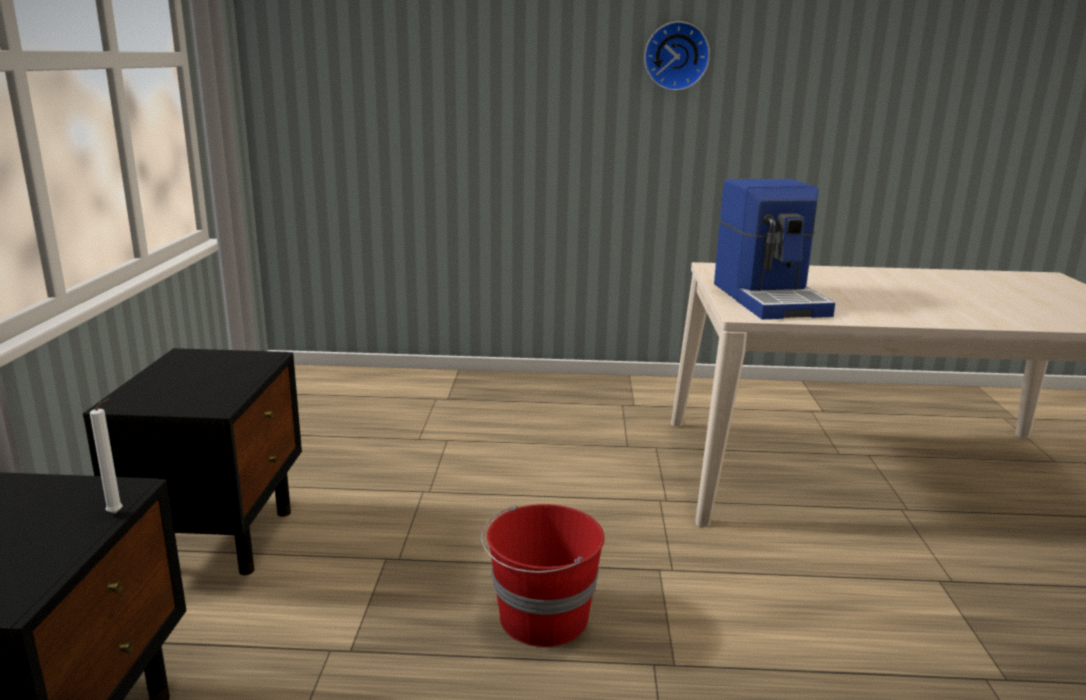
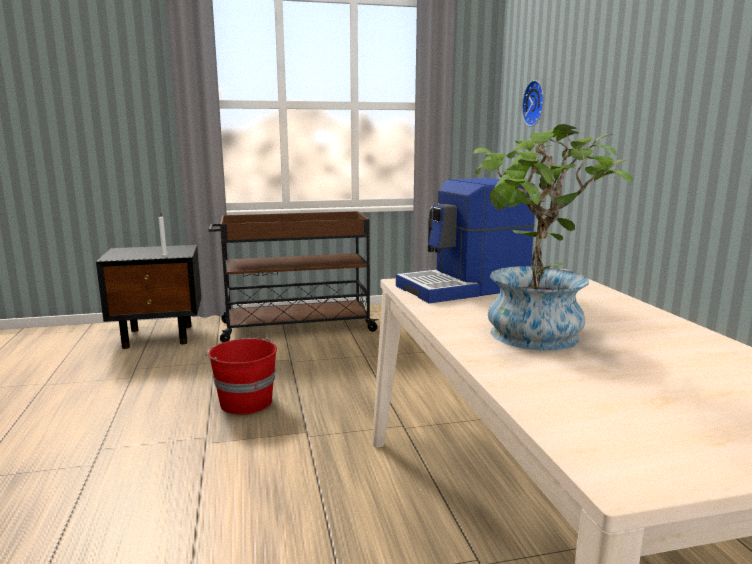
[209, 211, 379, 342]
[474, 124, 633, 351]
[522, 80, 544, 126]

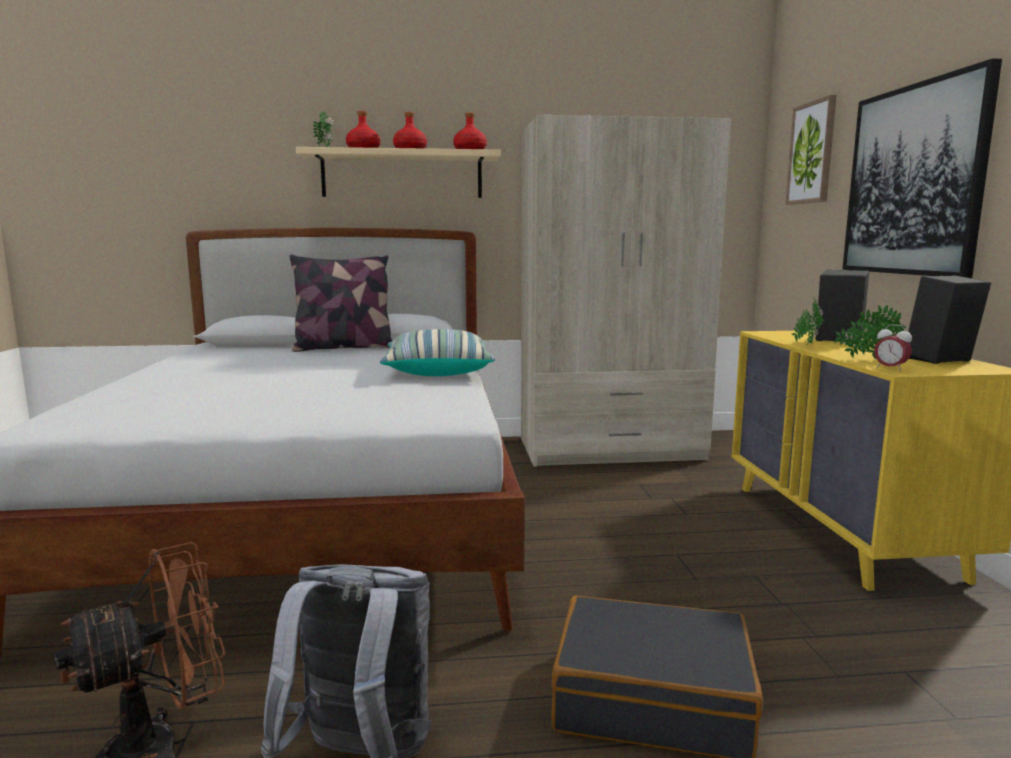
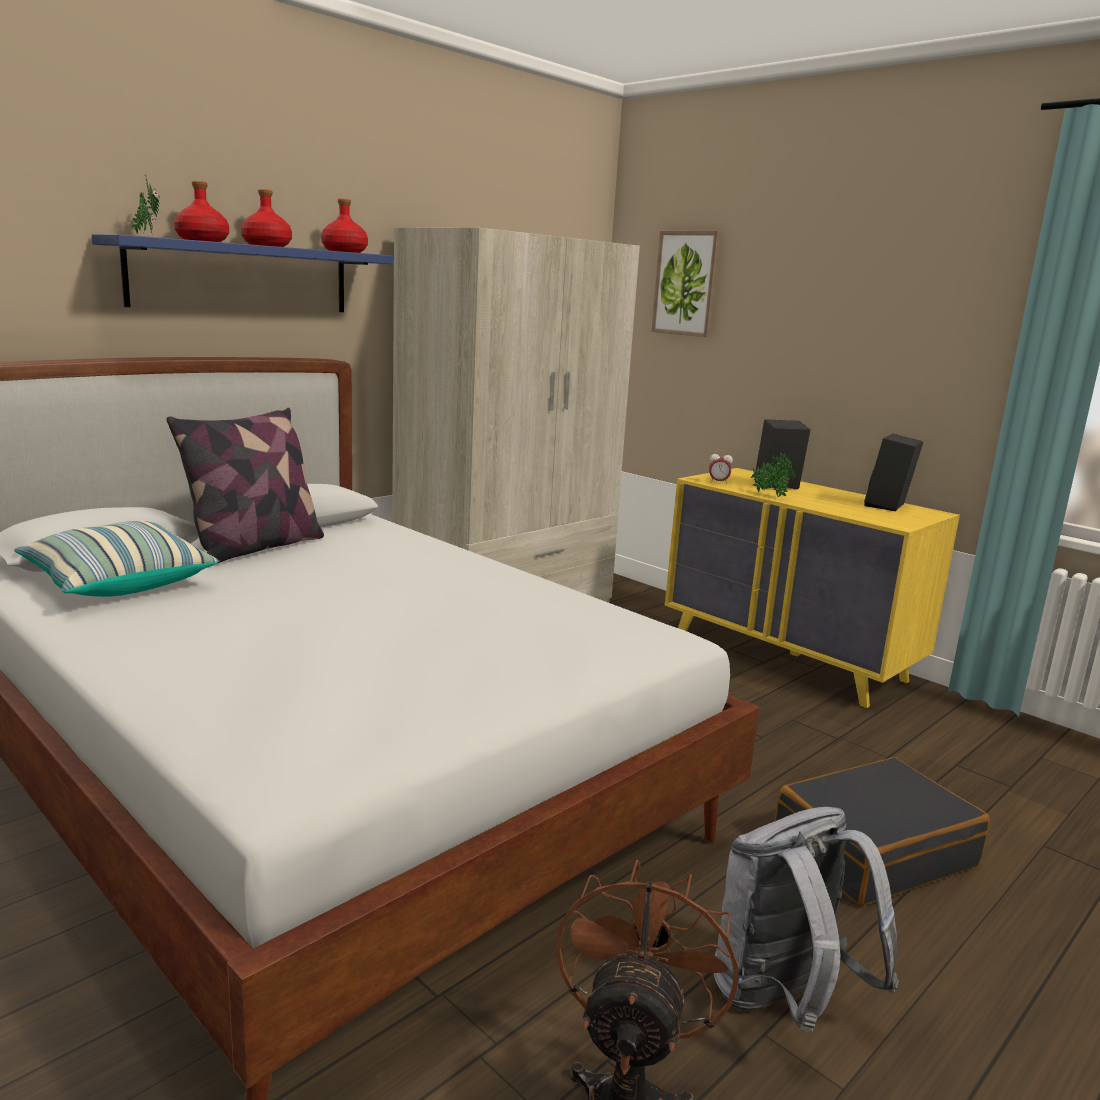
[14, 521, 218, 597]
[92, 234, 393, 312]
[709, 450, 733, 483]
[834, 305, 906, 359] (first image)
[842, 58, 1002, 278] (first image)

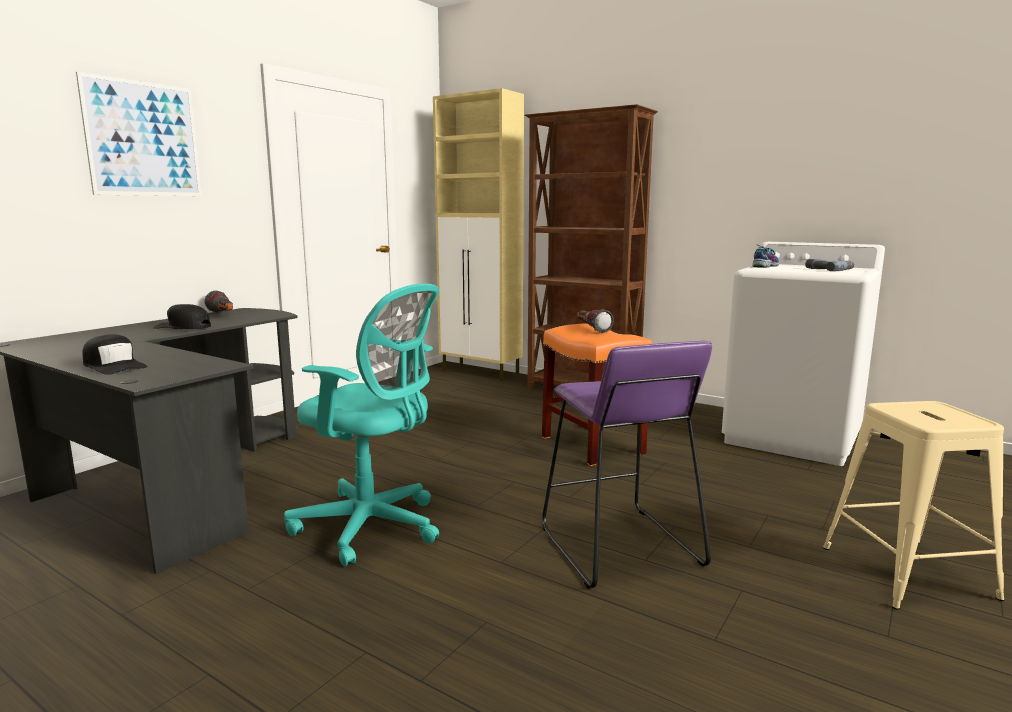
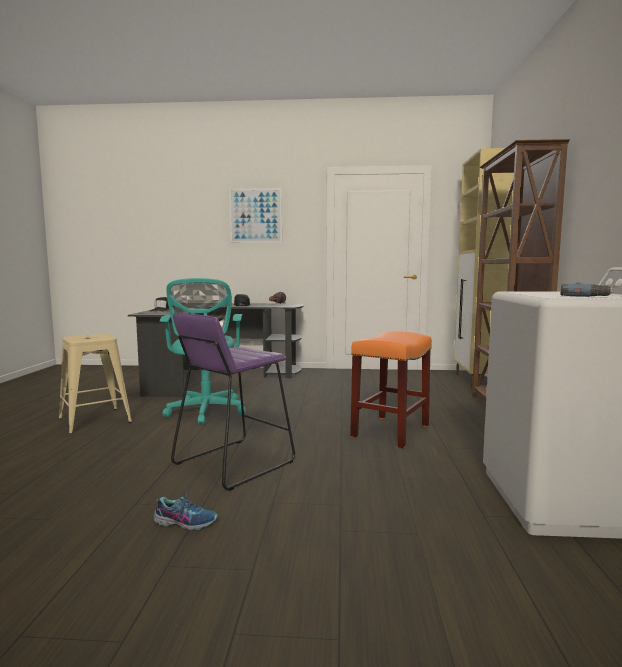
[59, 334, 132, 434]
[154, 490, 218, 531]
[577, 309, 614, 333] (first image)

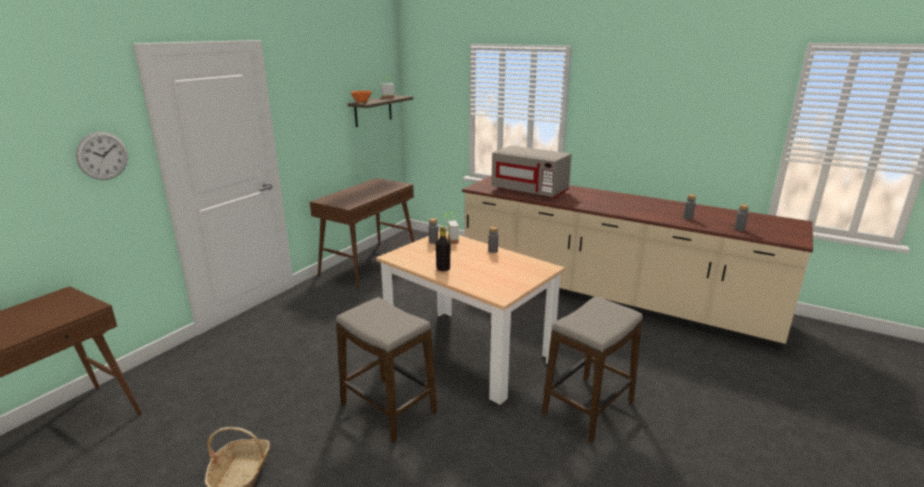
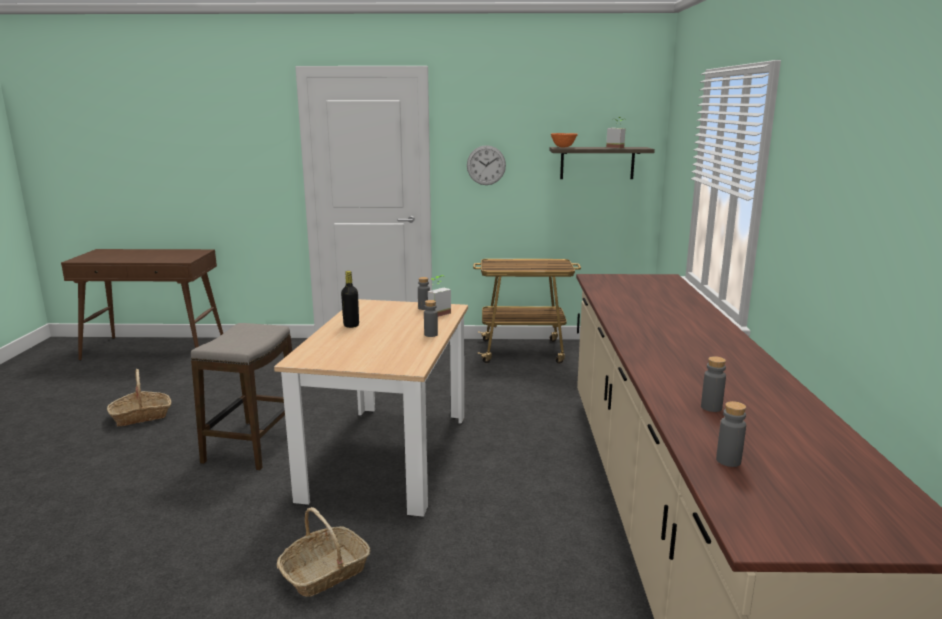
[277, 507, 370, 597]
[467, 145, 506, 185]
[473, 259, 581, 364]
[491, 146, 572, 199] (first image)

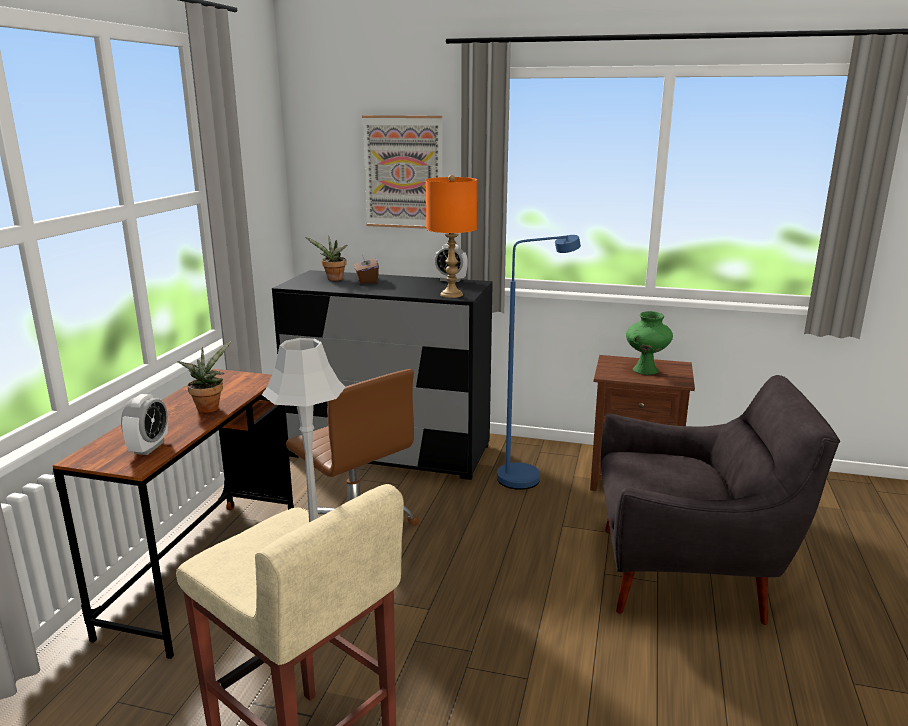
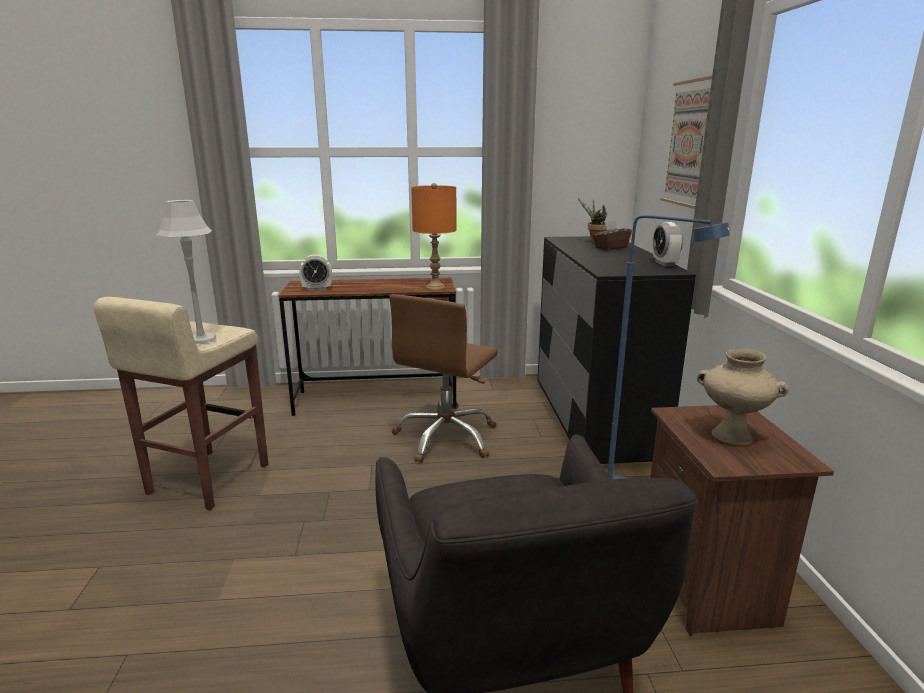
[411, 183, 456, 290]
[697, 349, 789, 445]
[177, 341, 231, 413] (first image)

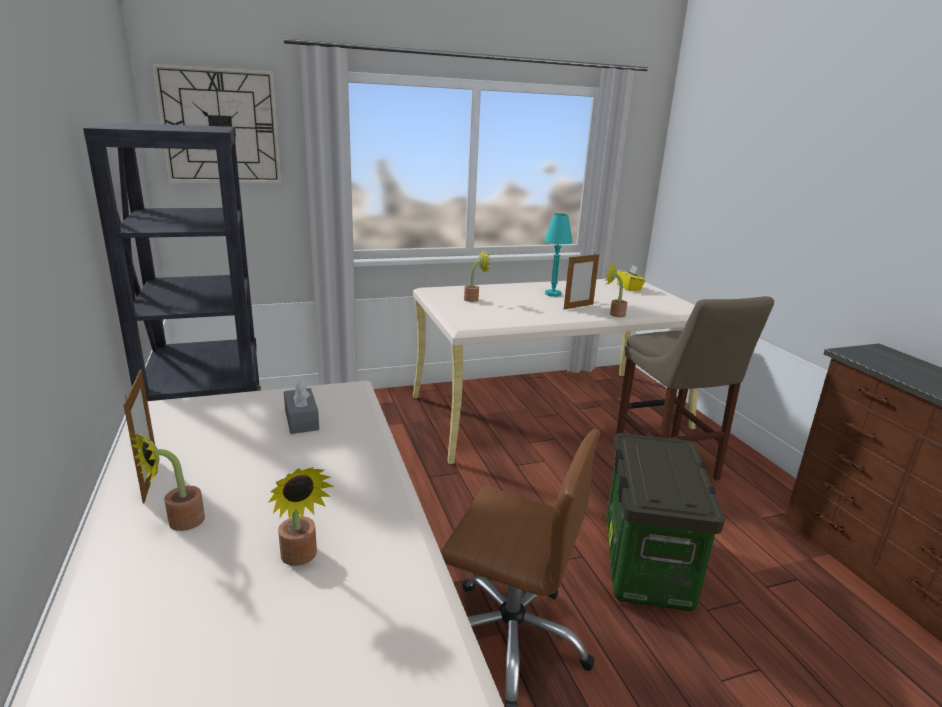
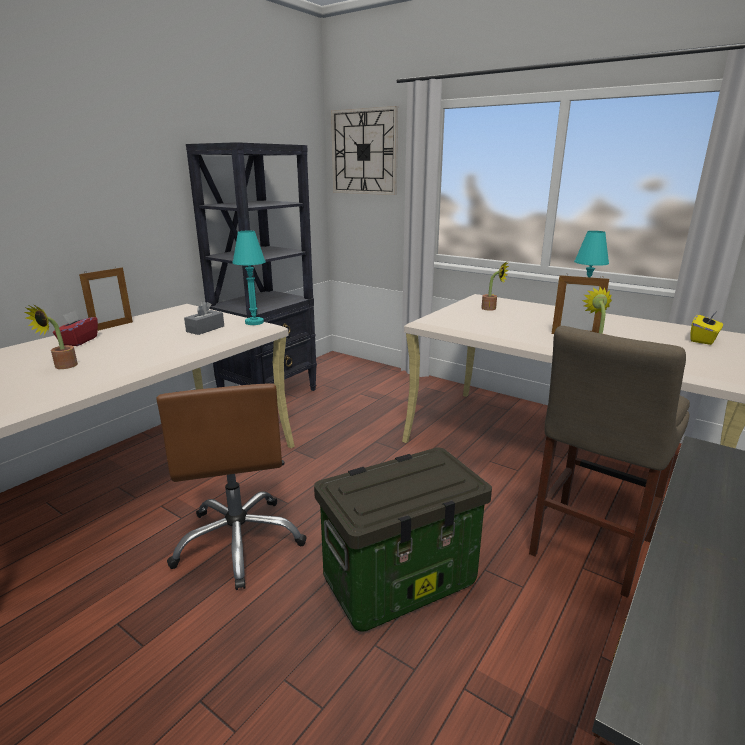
[53, 311, 98, 346]
[232, 231, 266, 325]

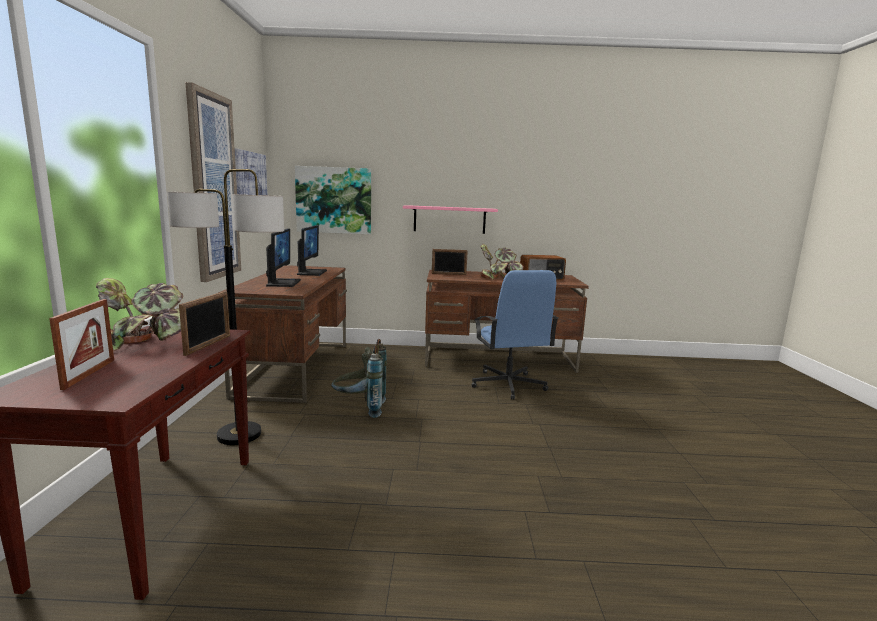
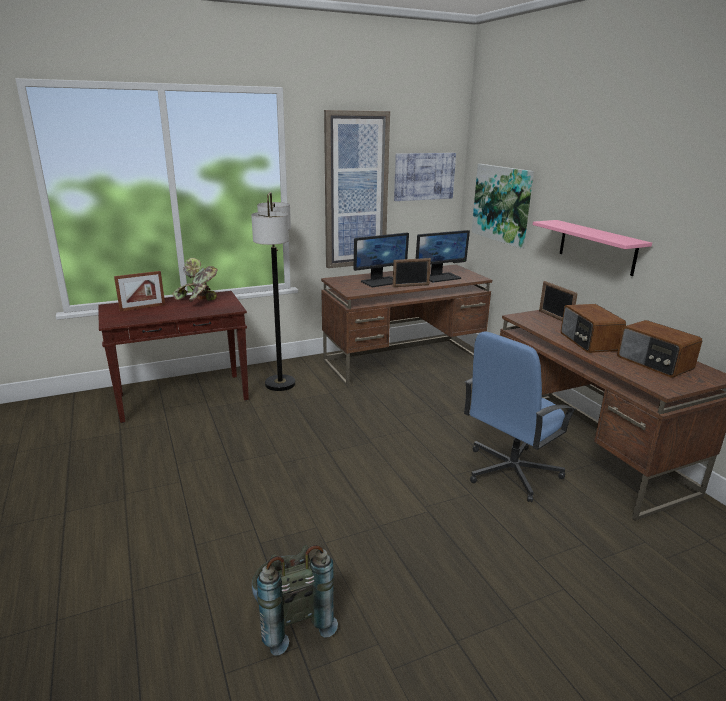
[252, 545, 338, 656]
[393, 258, 431, 287]
[561, 304, 626, 353]

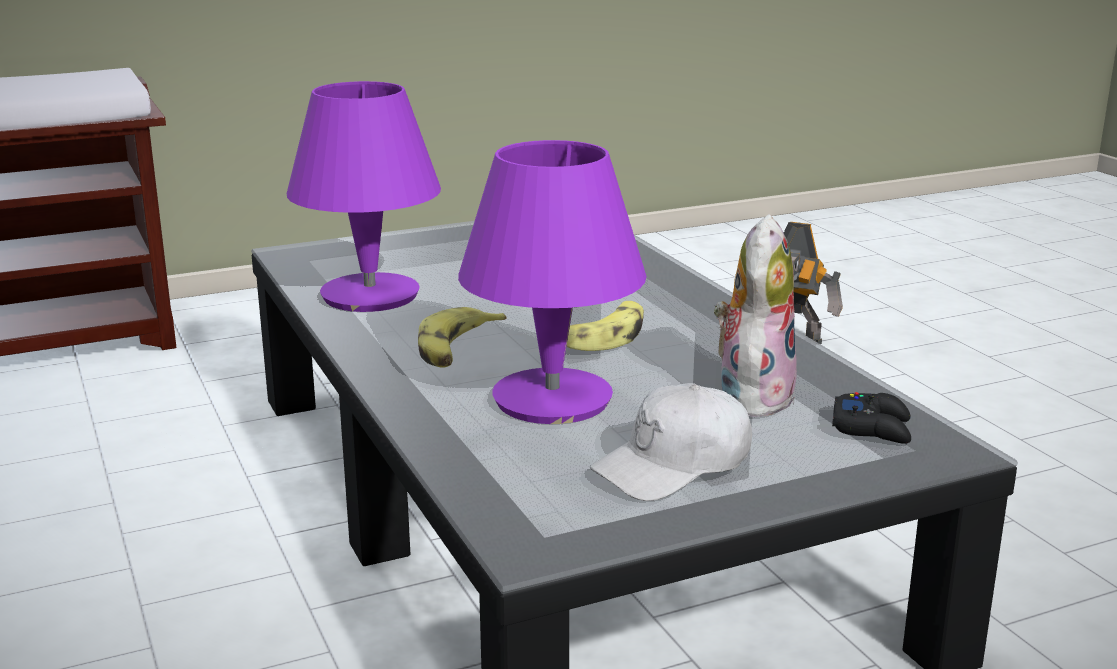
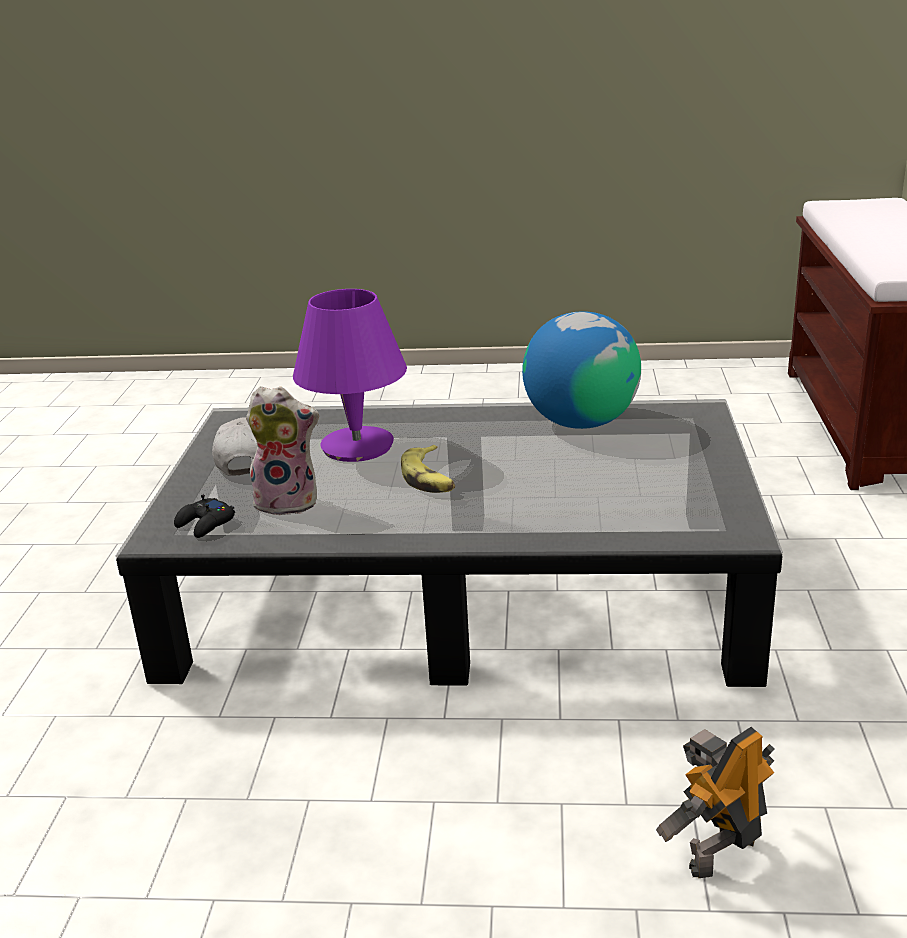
[246, 386, 319, 516]
[522, 311, 641, 429]
[418, 307, 506, 368] (first image)

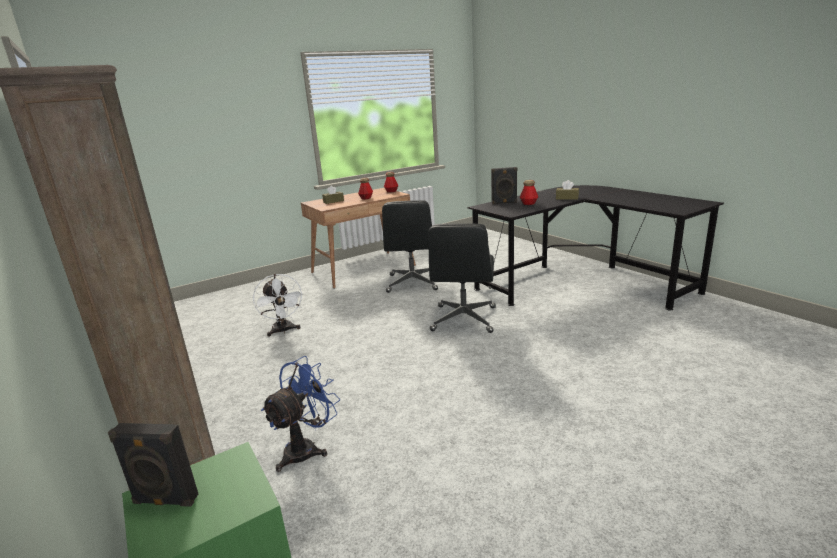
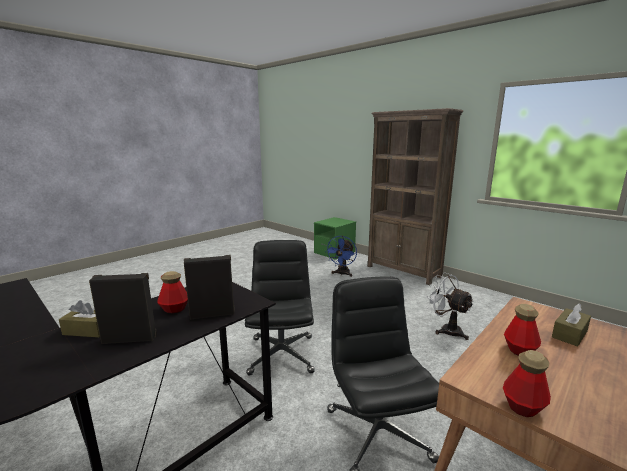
[89, 273, 157, 344]

